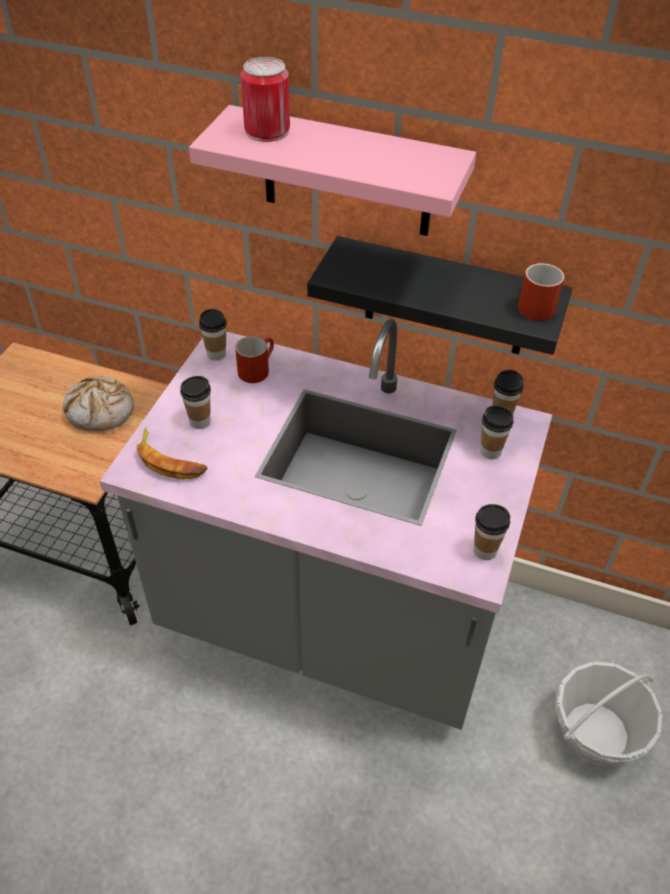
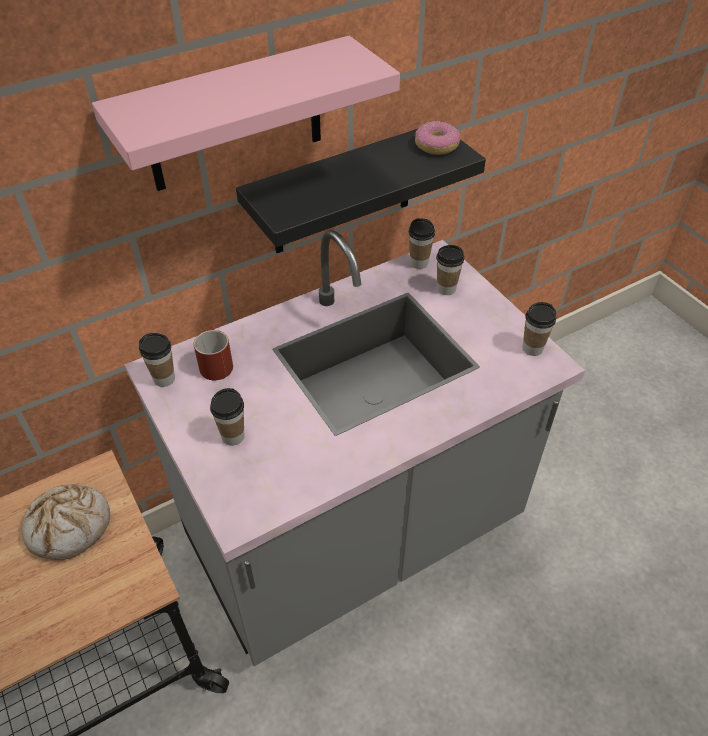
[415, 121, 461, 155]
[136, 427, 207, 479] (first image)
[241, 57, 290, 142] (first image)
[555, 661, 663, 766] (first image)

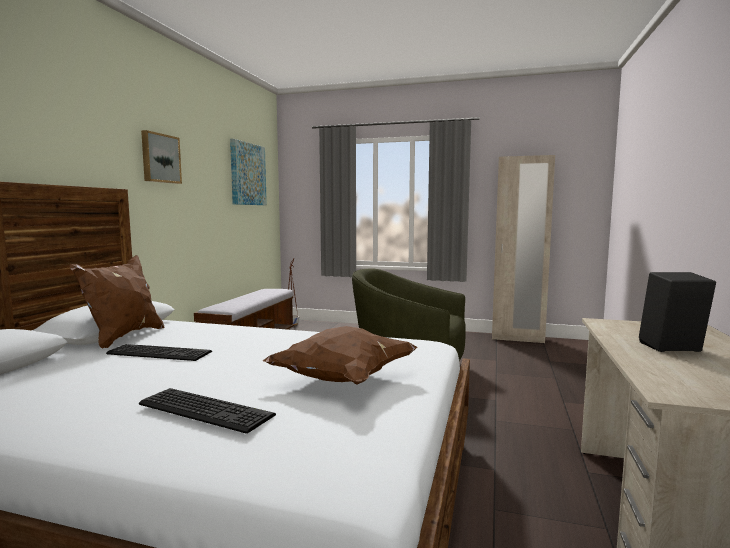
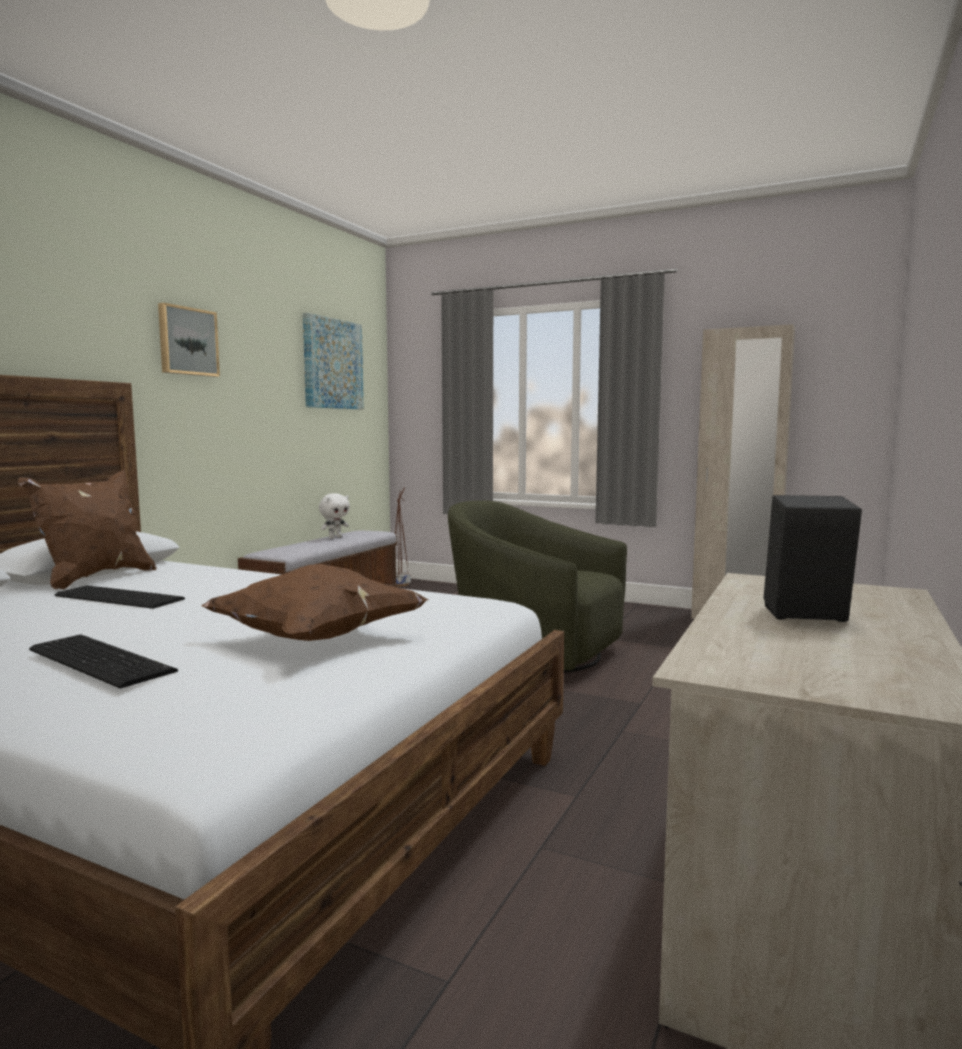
[319, 493, 350, 538]

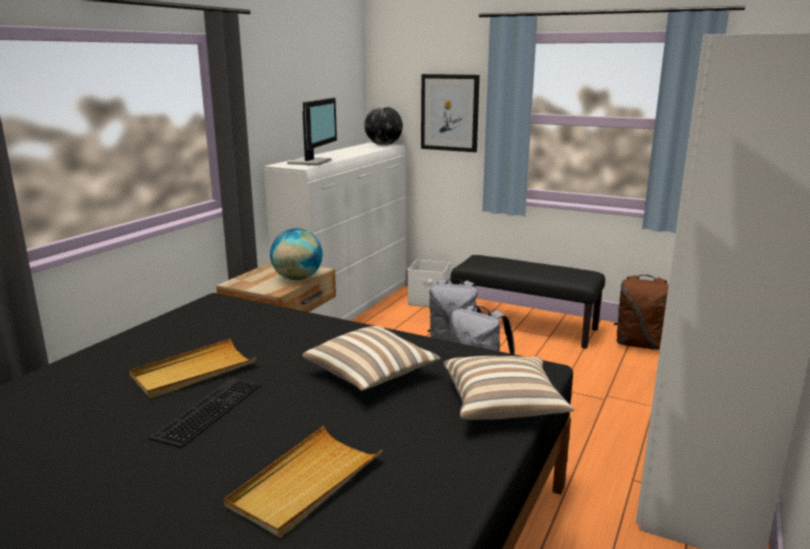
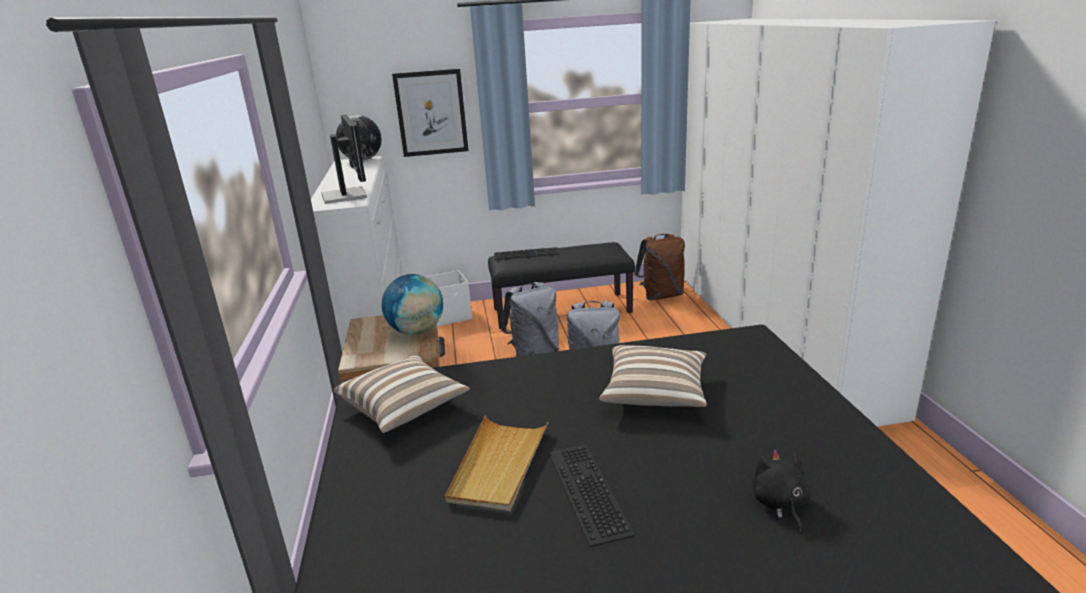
[333, 355, 470, 433]
[494, 247, 560, 260]
[753, 450, 811, 531]

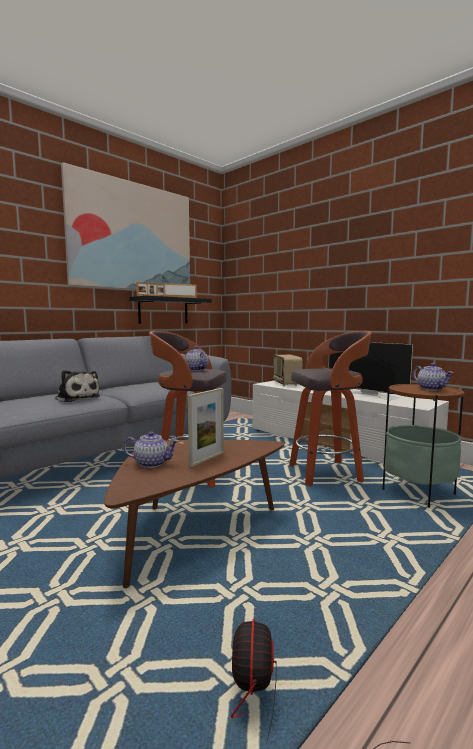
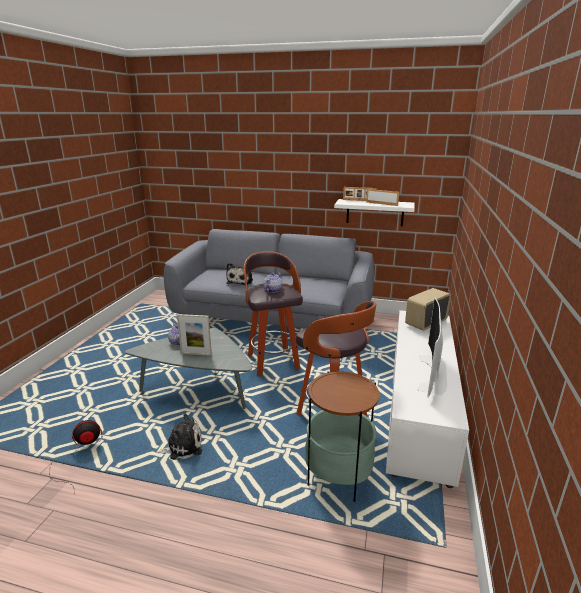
[125, 328, 252, 409]
[155, 414, 202, 460]
[334, 199, 415, 226]
[61, 162, 190, 289] (first image)
[413, 363, 453, 391] (first image)

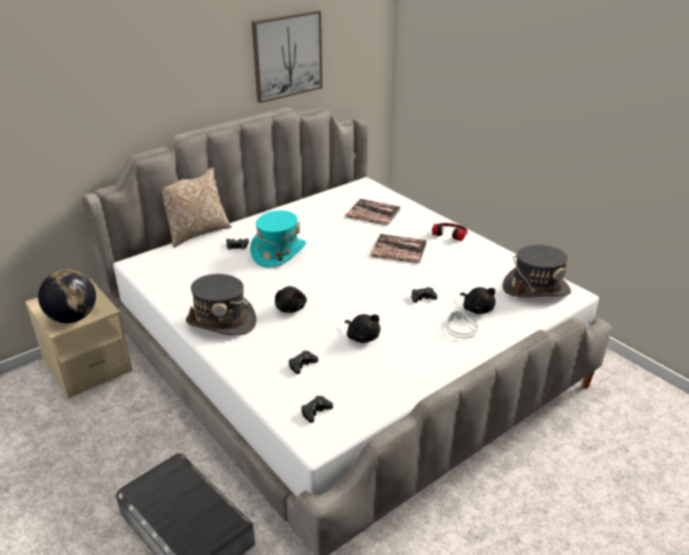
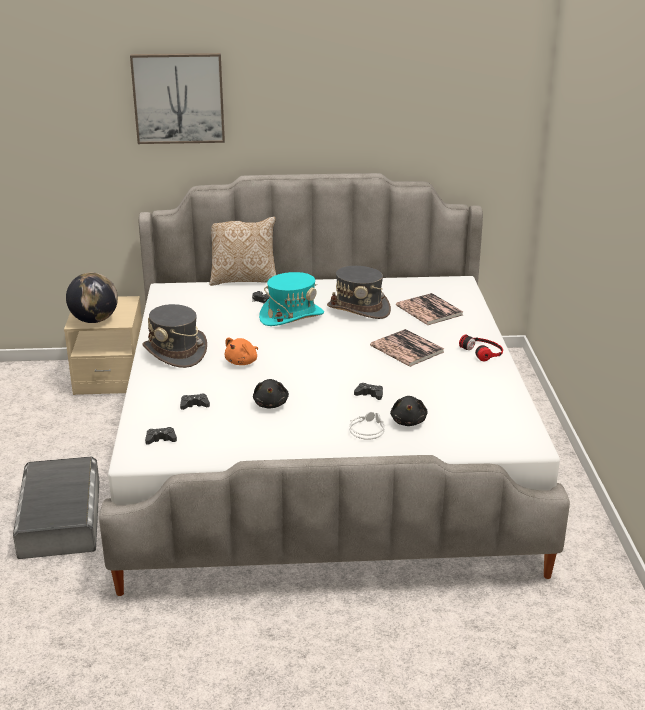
[130, 53, 225, 144]
[224, 338, 258, 365]
[327, 266, 391, 319]

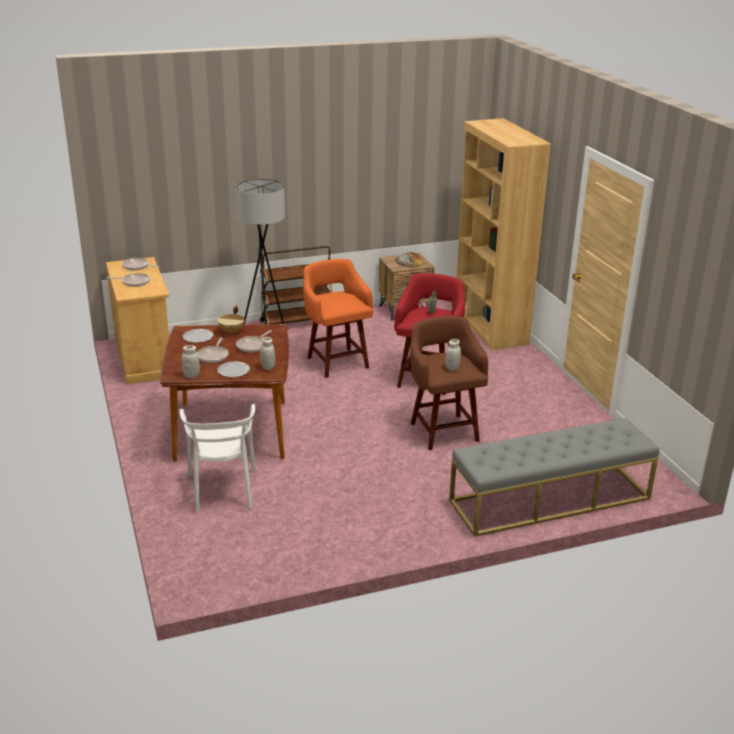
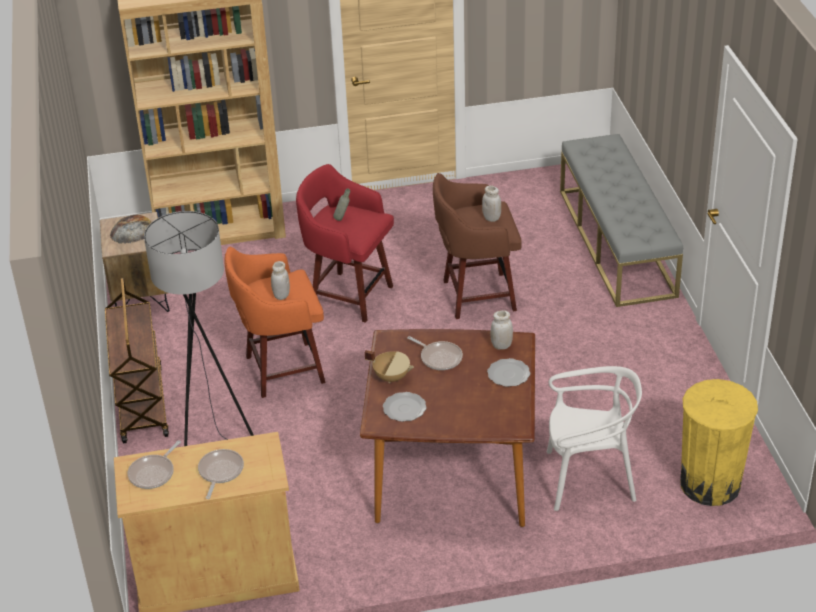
[271, 261, 290, 300]
[680, 379, 758, 506]
[197, 338, 229, 363] (first image)

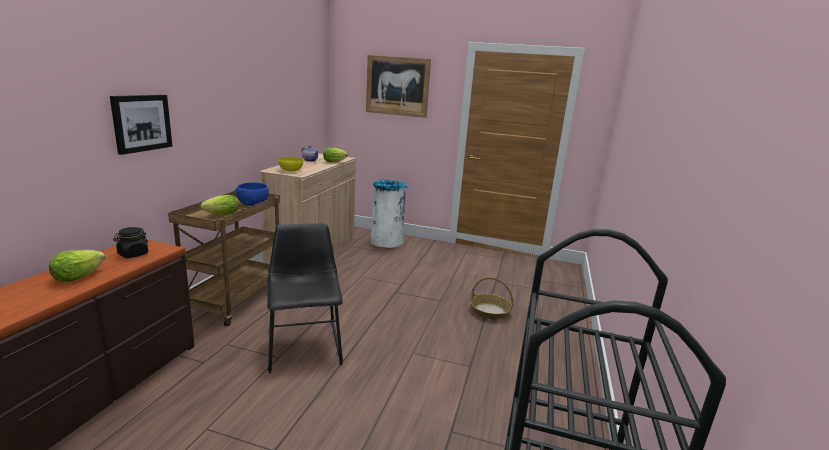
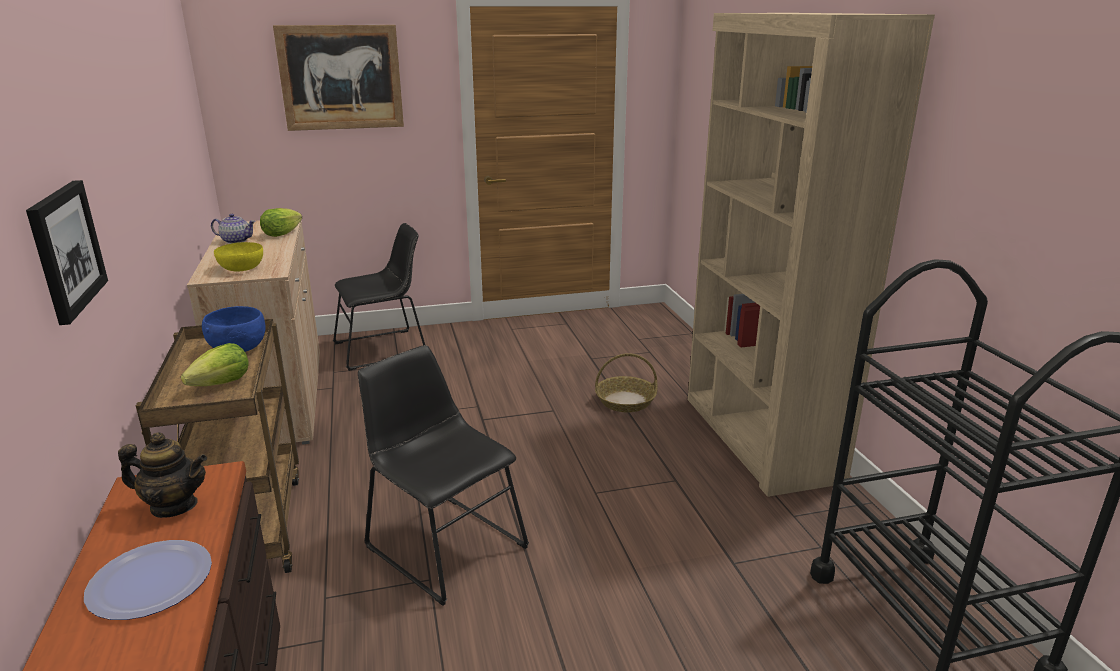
[84, 540, 212, 620]
[118, 432, 207, 518]
[333, 223, 425, 371]
[688, 13, 935, 497]

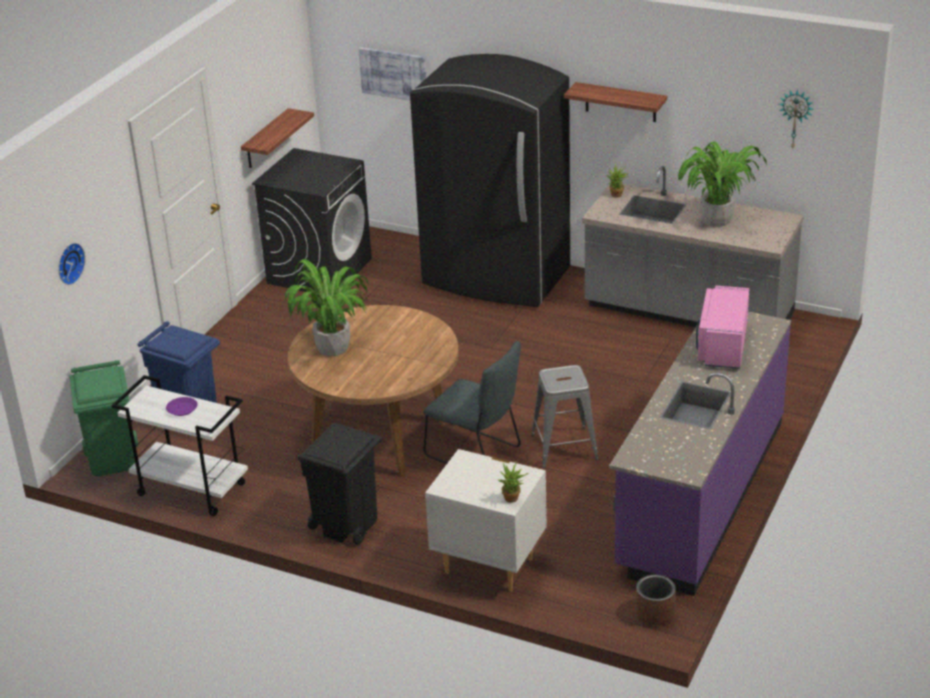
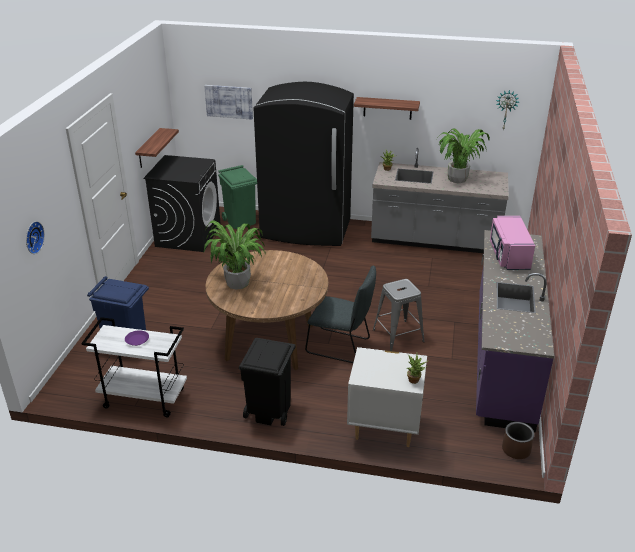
[218, 165, 257, 229]

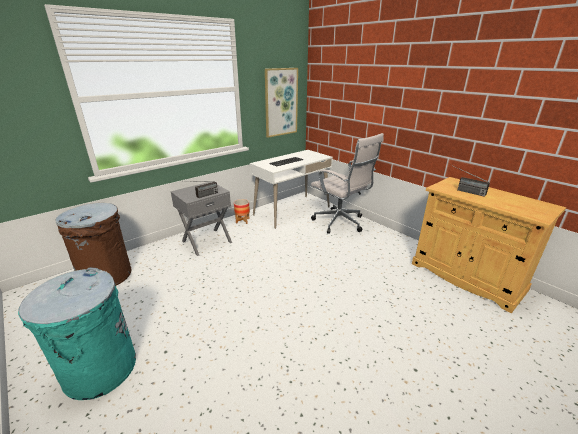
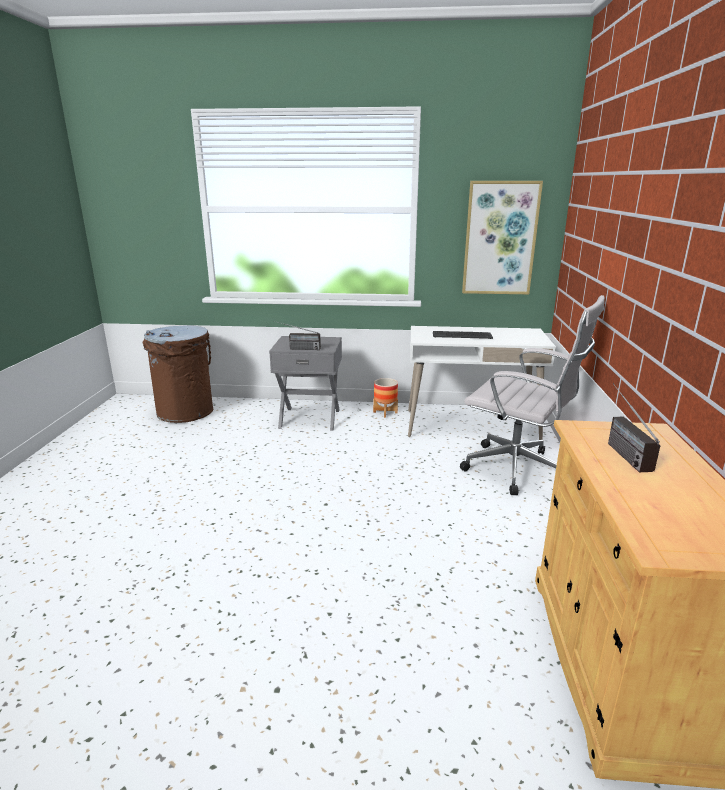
[460, 295, 605, 495]
[18, 267, 136, 400] (first image)

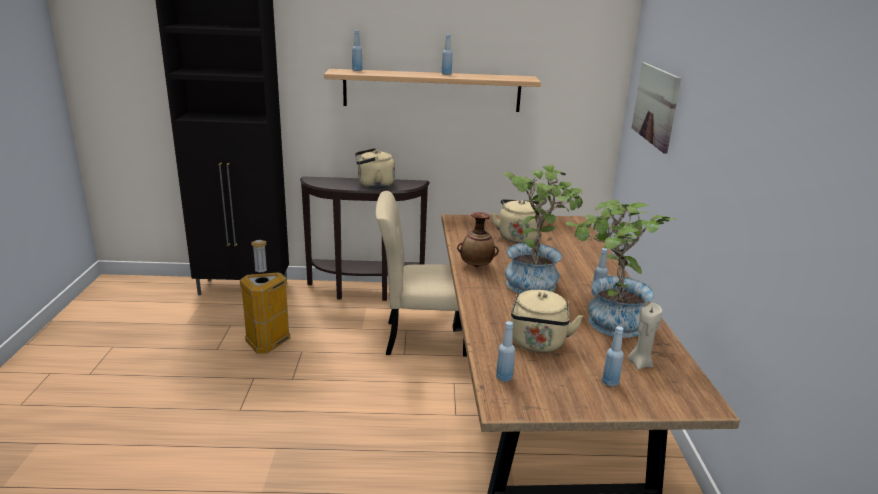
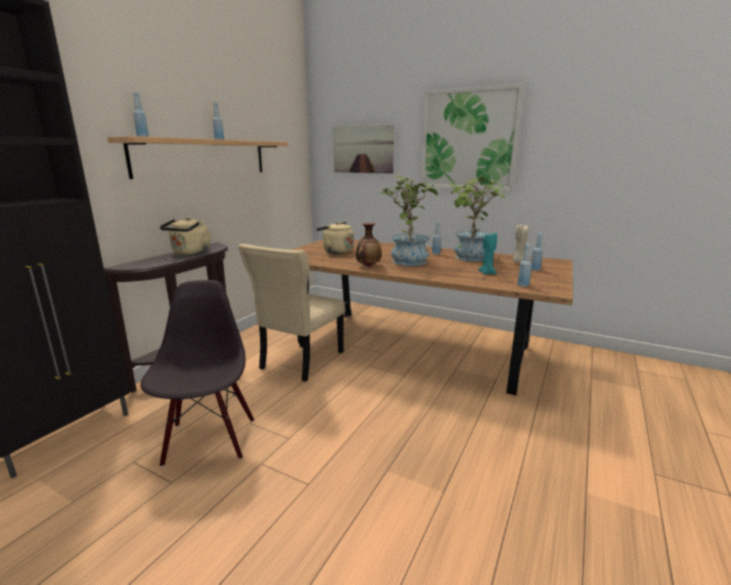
[141, 280, 254, 467]
[421, 84, 524, 191]
[478, 233, 497, 274]

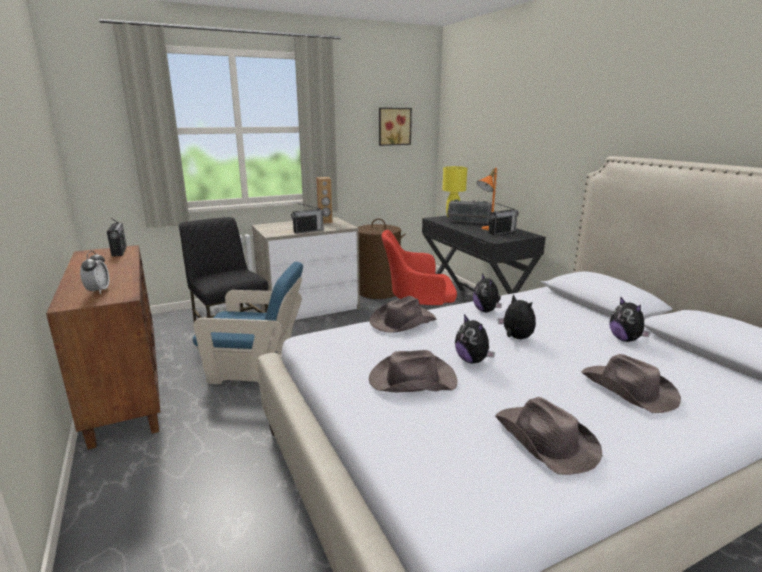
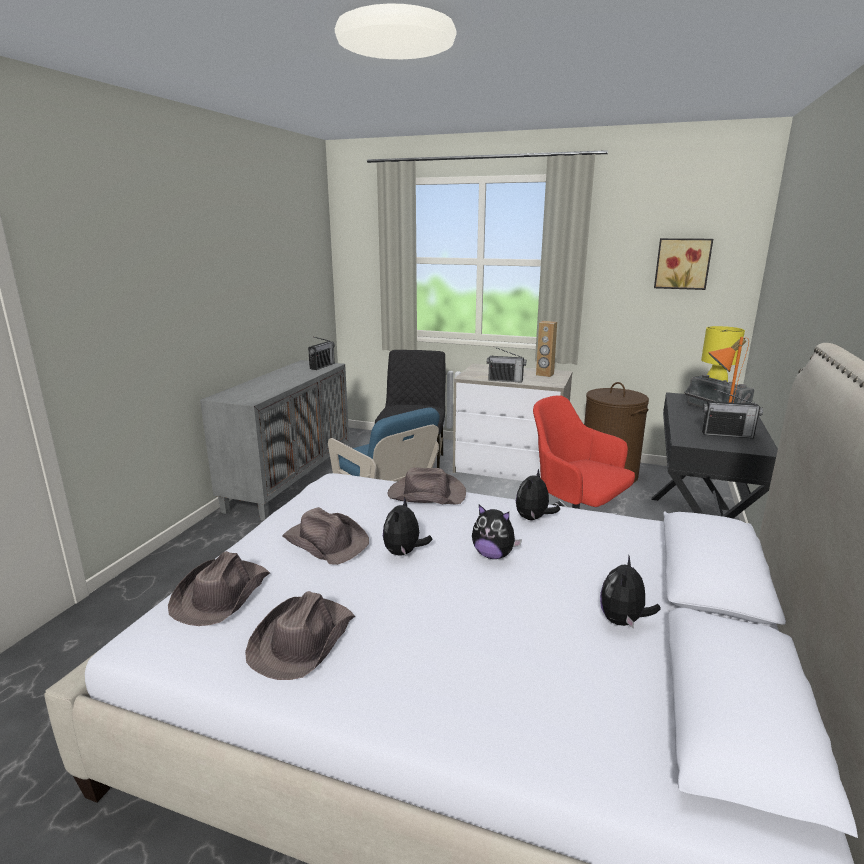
[168, 551, 270, 626]
[200, 360, 349, 521]
[472, 505, 522, 559]
[80, 251, 109, 294] (first image)

